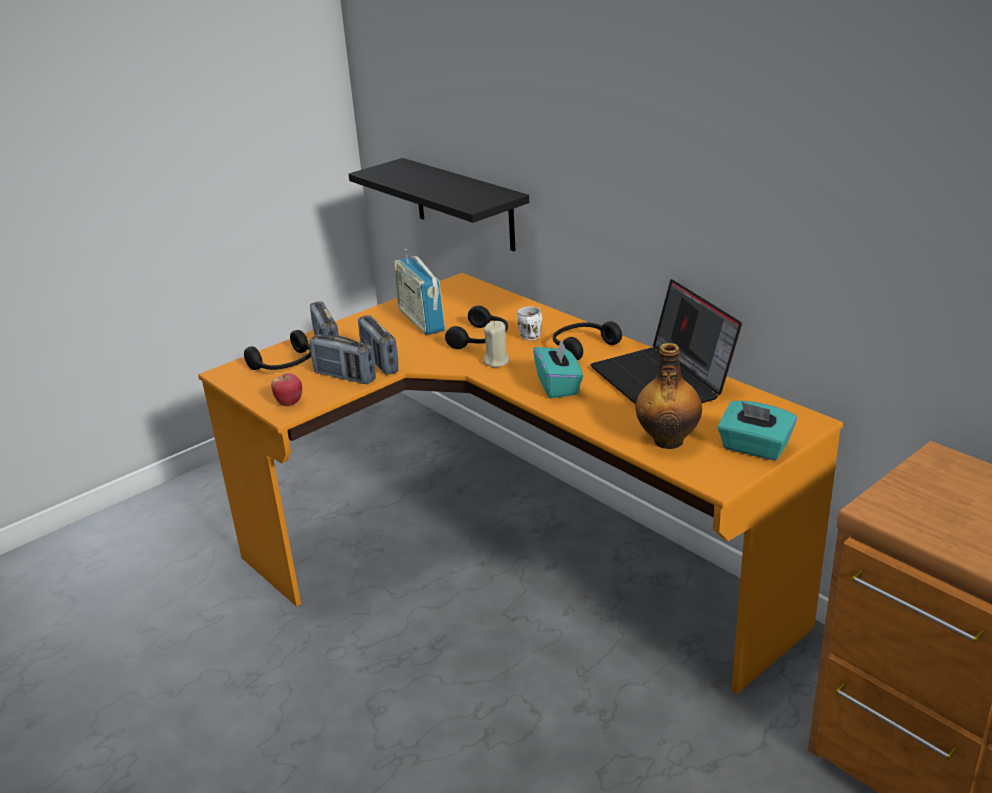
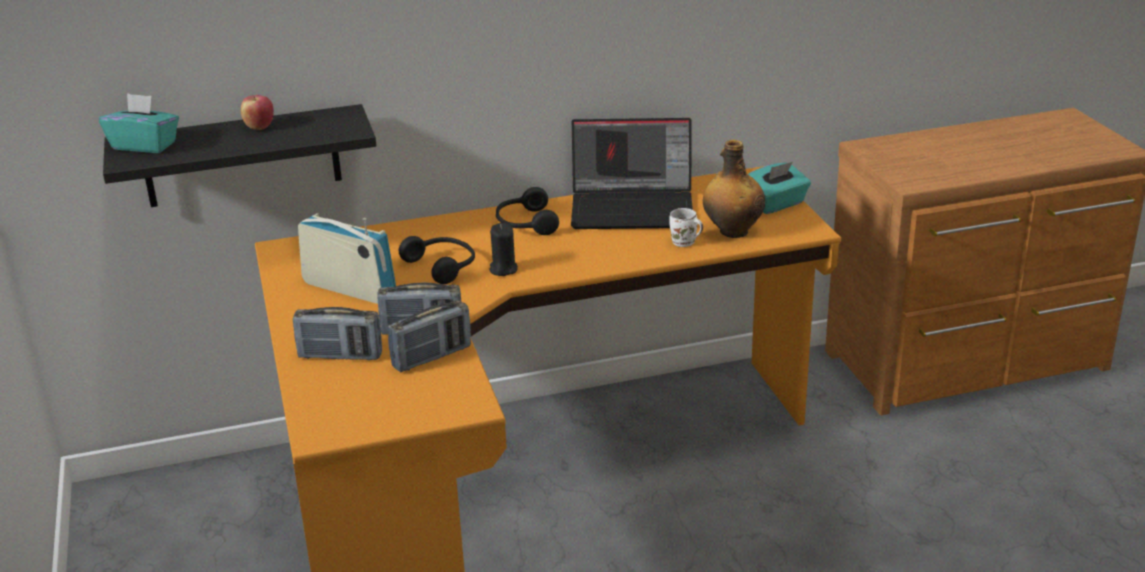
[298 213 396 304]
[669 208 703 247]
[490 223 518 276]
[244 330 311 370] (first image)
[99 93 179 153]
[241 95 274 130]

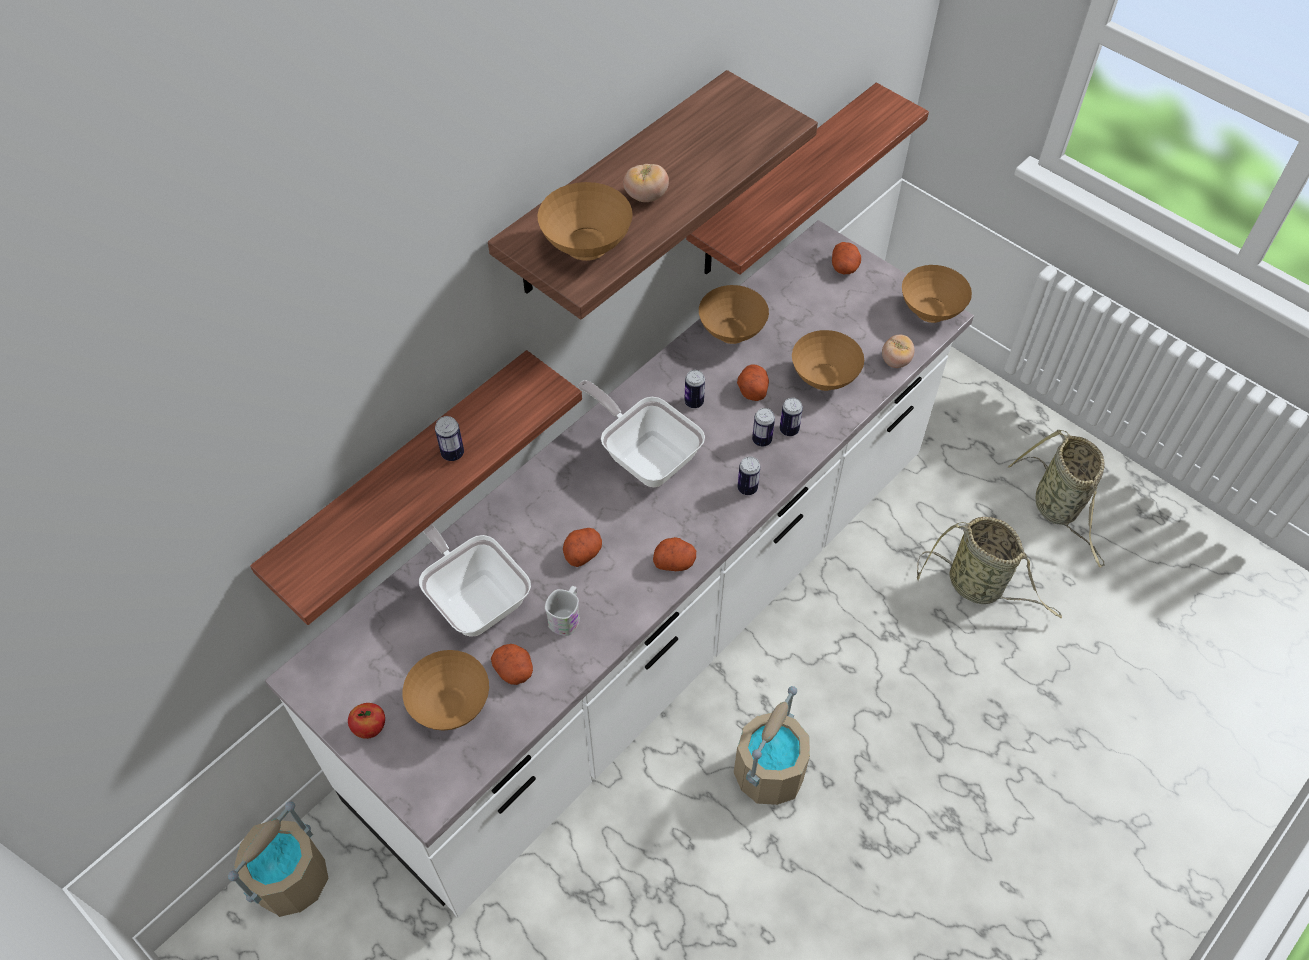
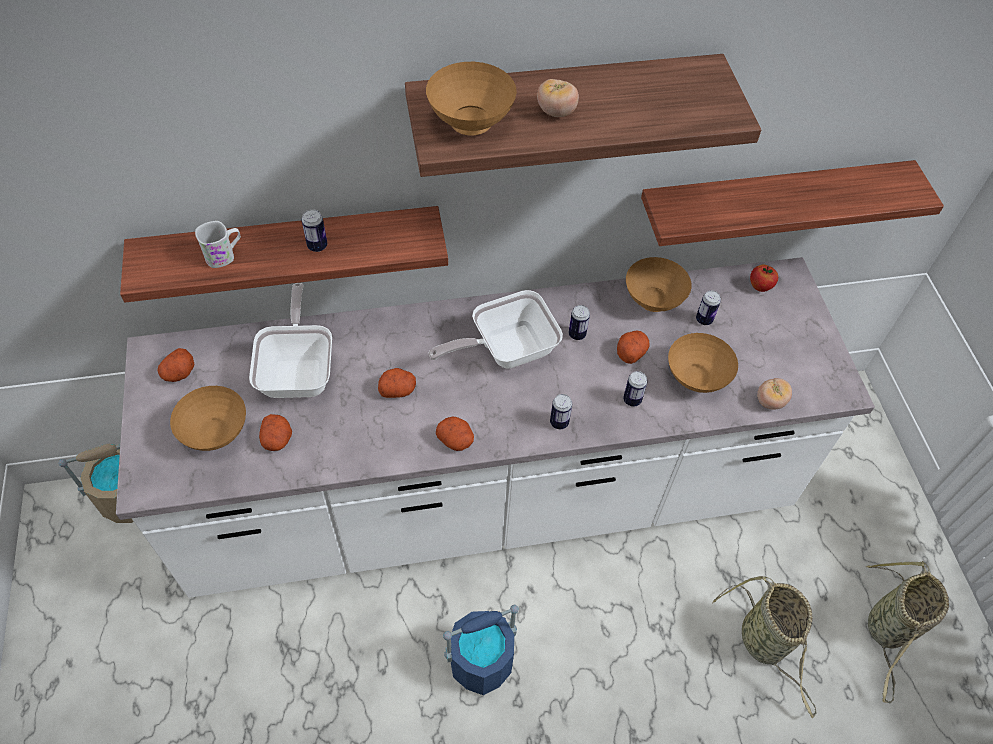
[157 348 194 382]
[902 265 972 323] (first image)
[429 290 563 369]
[696 290 721 325]
[195 221 241 268]
[443 605 519 695]
[750 265 778 292]

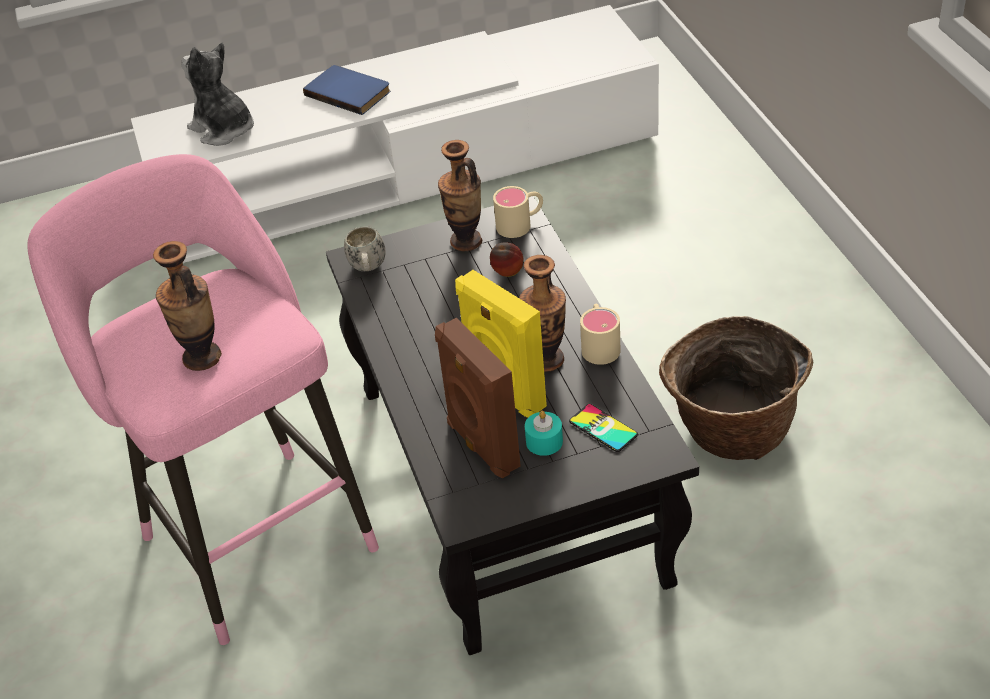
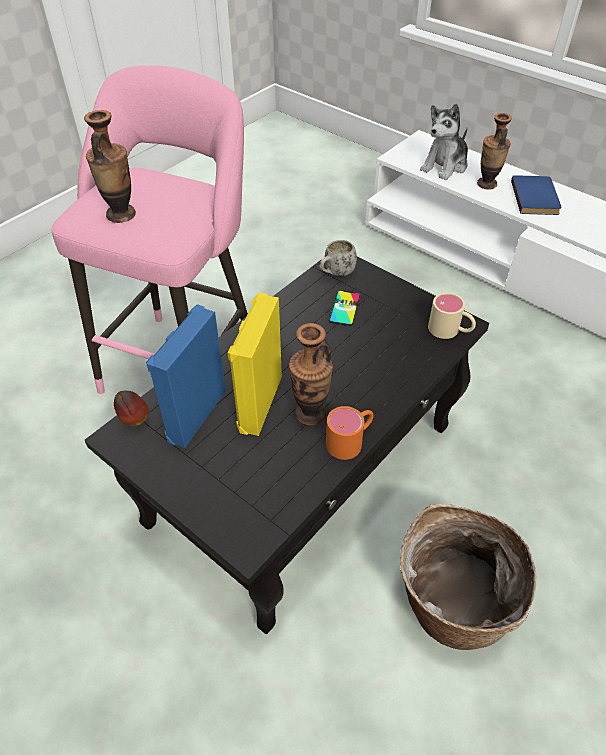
[420 104 468 180]
[477 113 512 190]
[114 391 149 426]
[326 406 374 460]
[146 304 226 448]
[329 290 361 326]
[525 411 563 456] (first image)

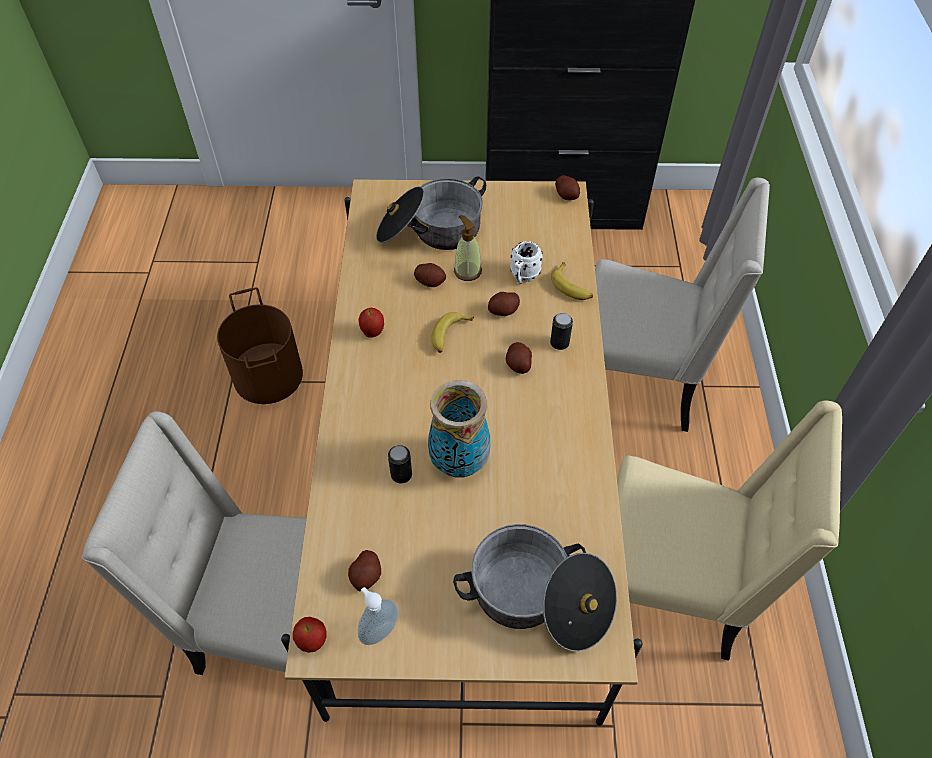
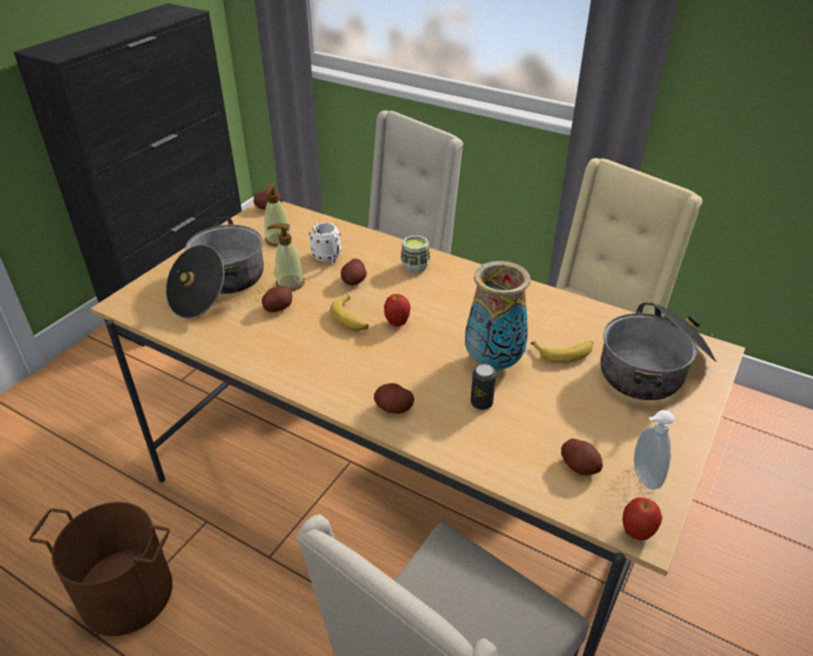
[531 341 593 363]
[384 294 411 327]
[401 235 430 274]
[374 383 414 414]
[265 184 292 247]

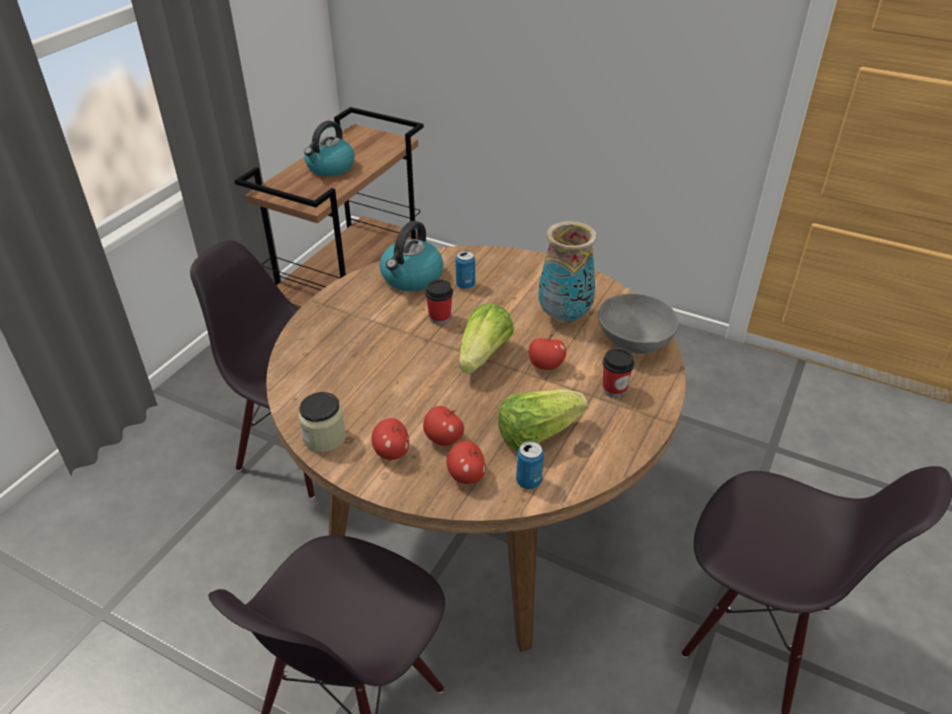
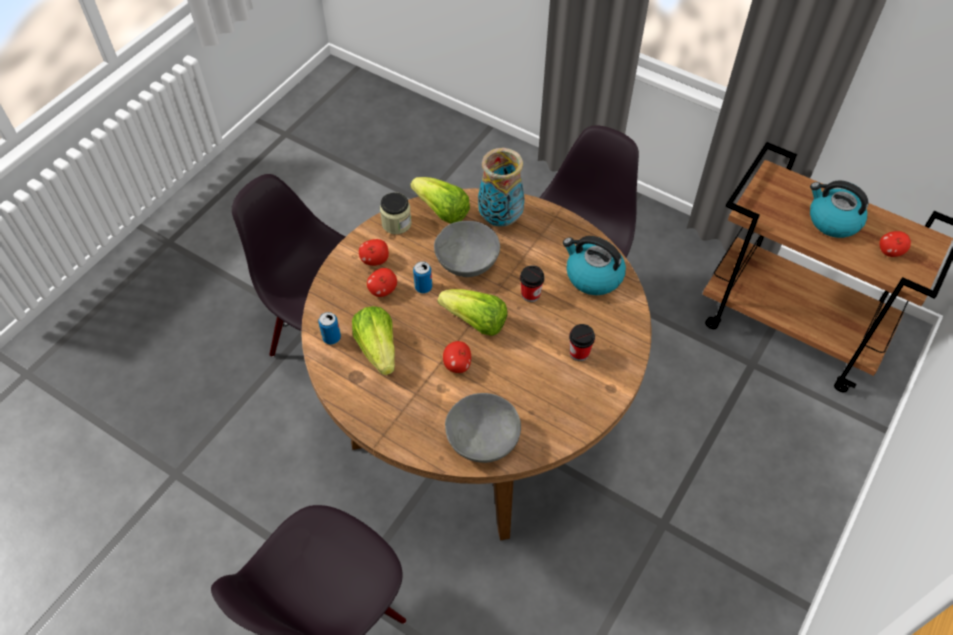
[478 148 525 226]
[413 261 432 293]
[569 324 595 361]
[879 231 911 257]
[410 177 470 224]
[434 221 500 277]

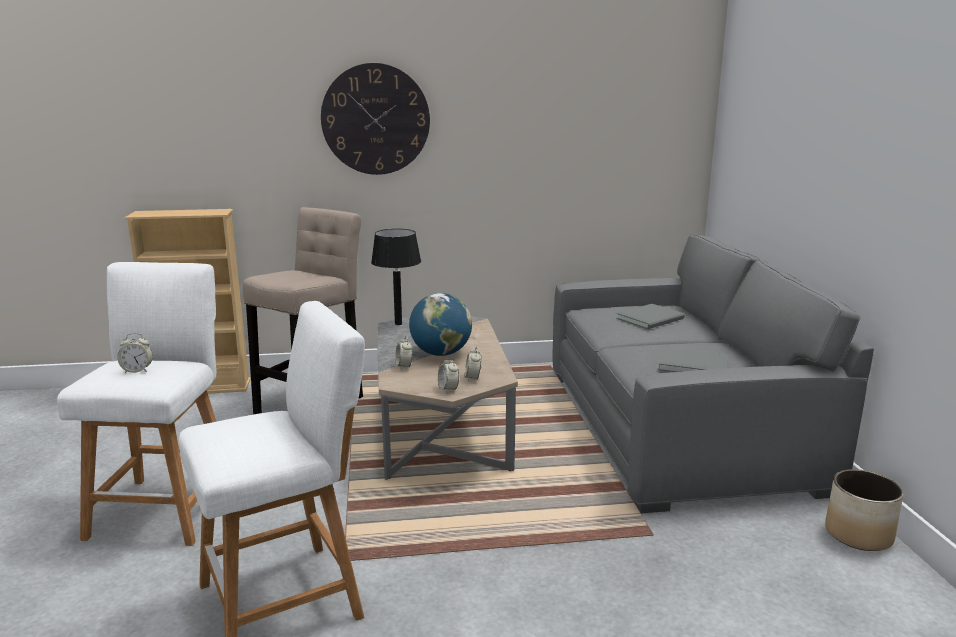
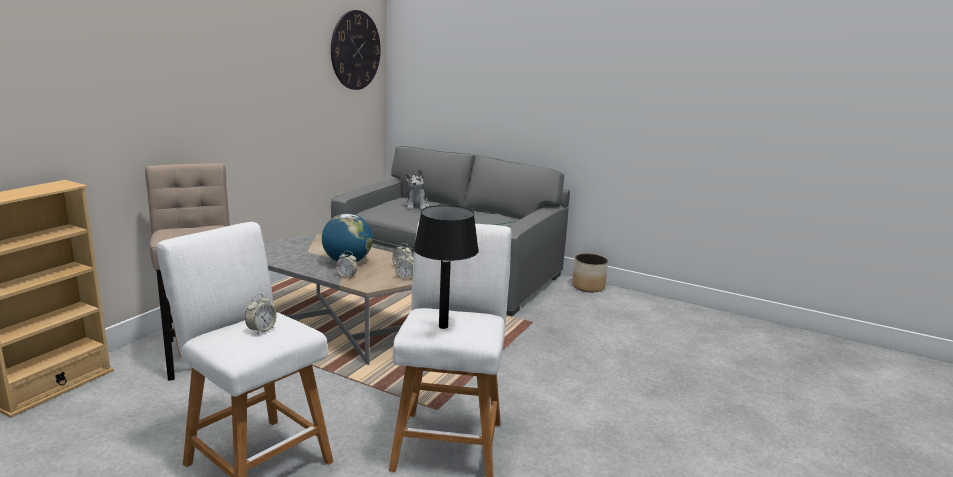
[331 10 381 90]
[414 205 479 329]
[405 169 429 210]

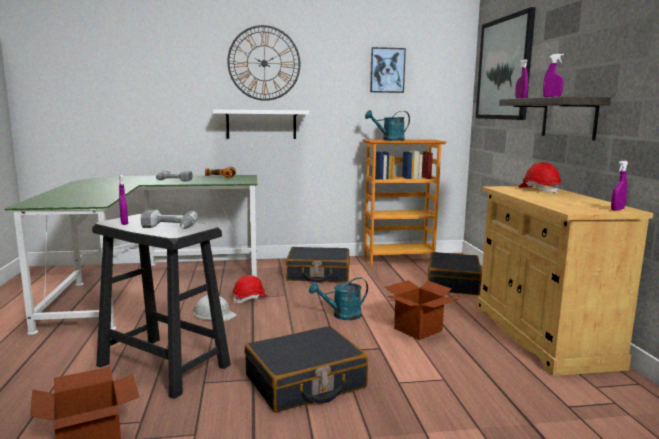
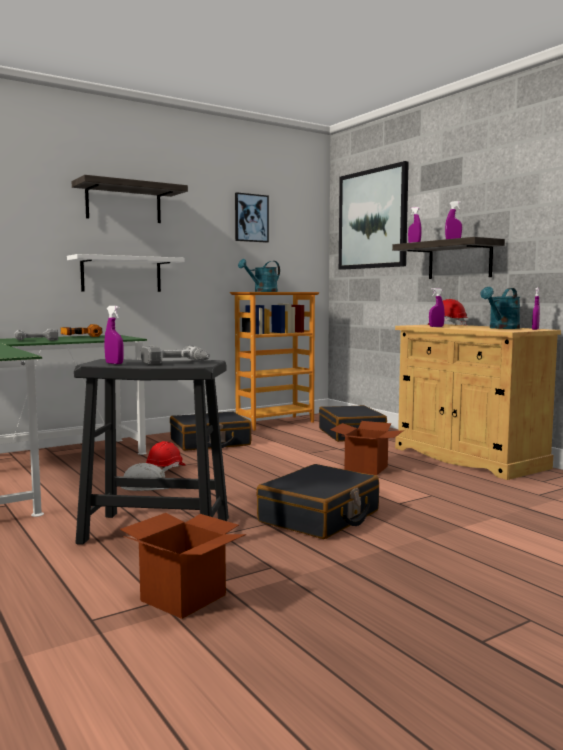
[72 175 188 223]
[480 287 520 329]
[429 288 445 327]

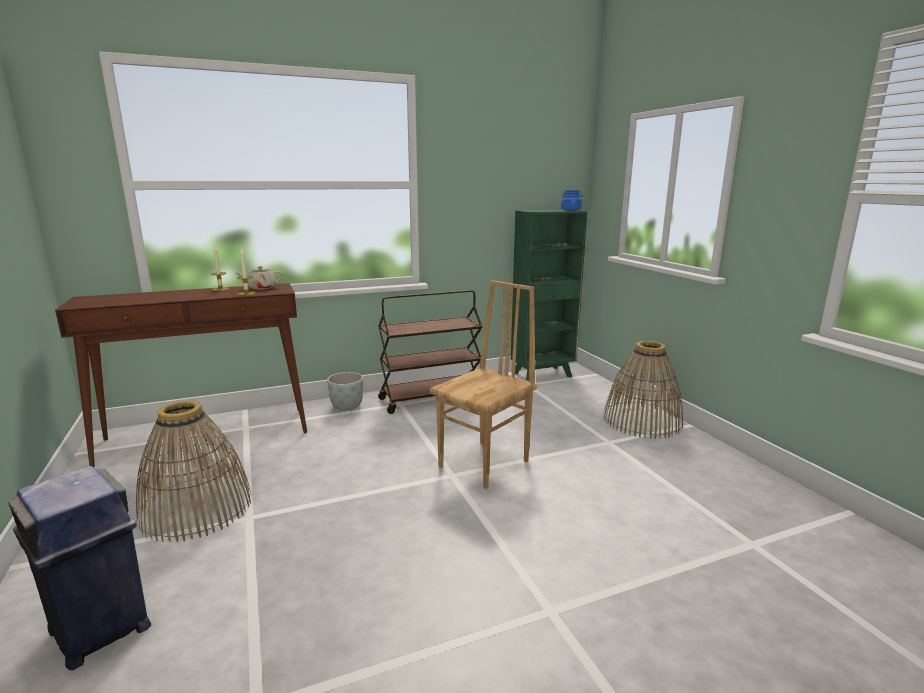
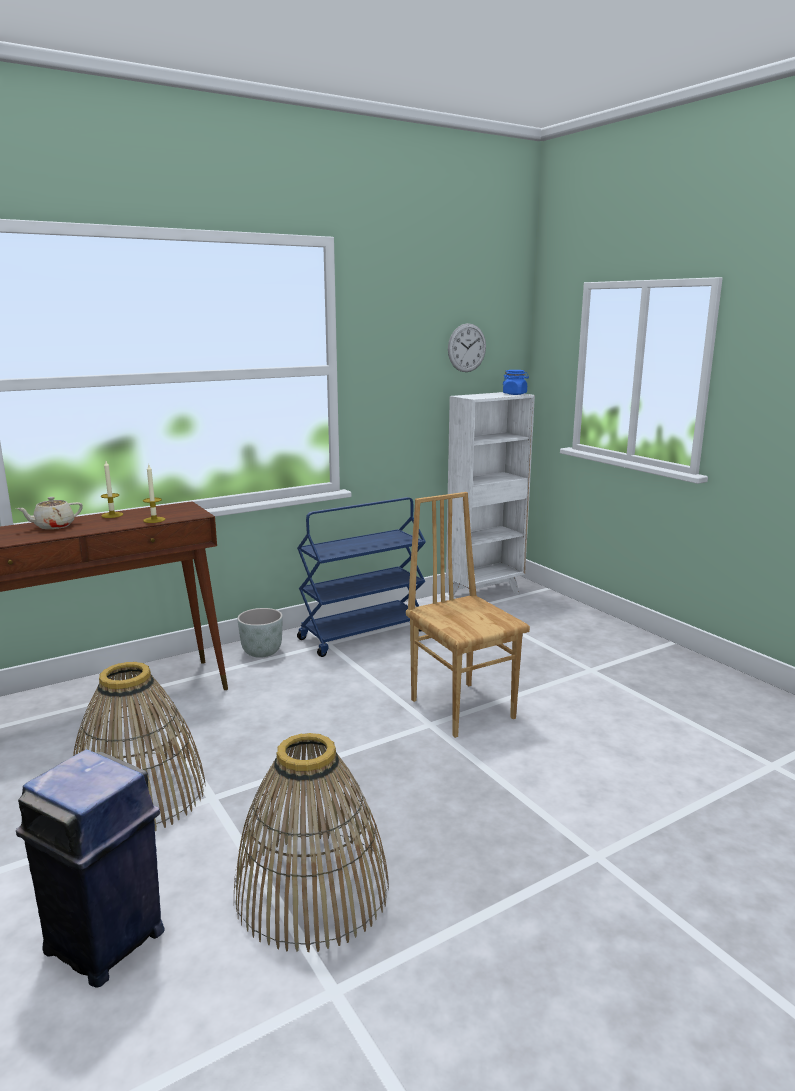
[446 392 535 596]
[16 497 83 529]
[406 492 530 738]
[297 497 426 657]
[234 733 389 952]
[448 323 486 372]

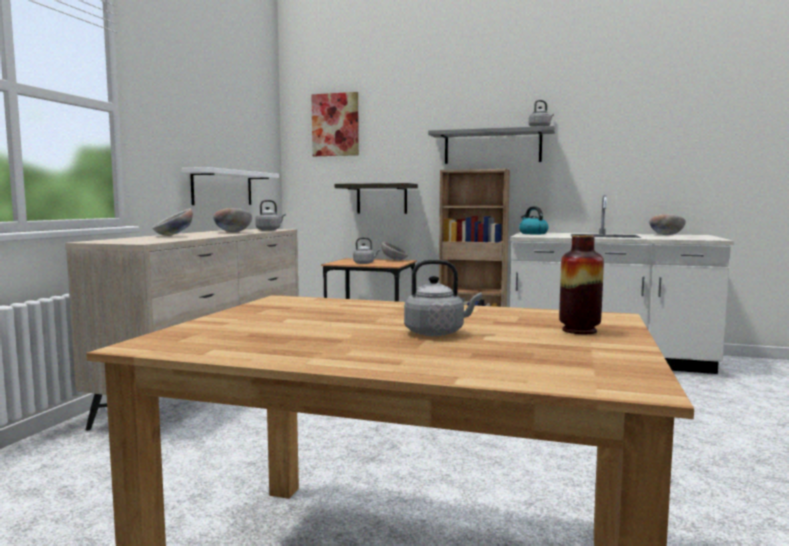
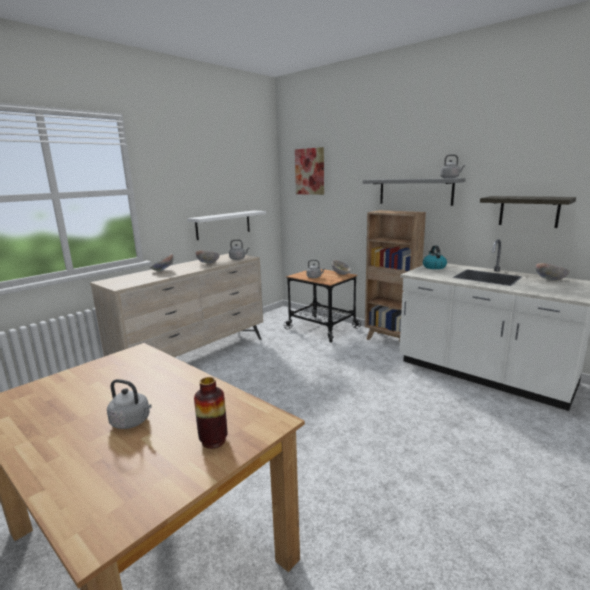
[480 196 576 228]

